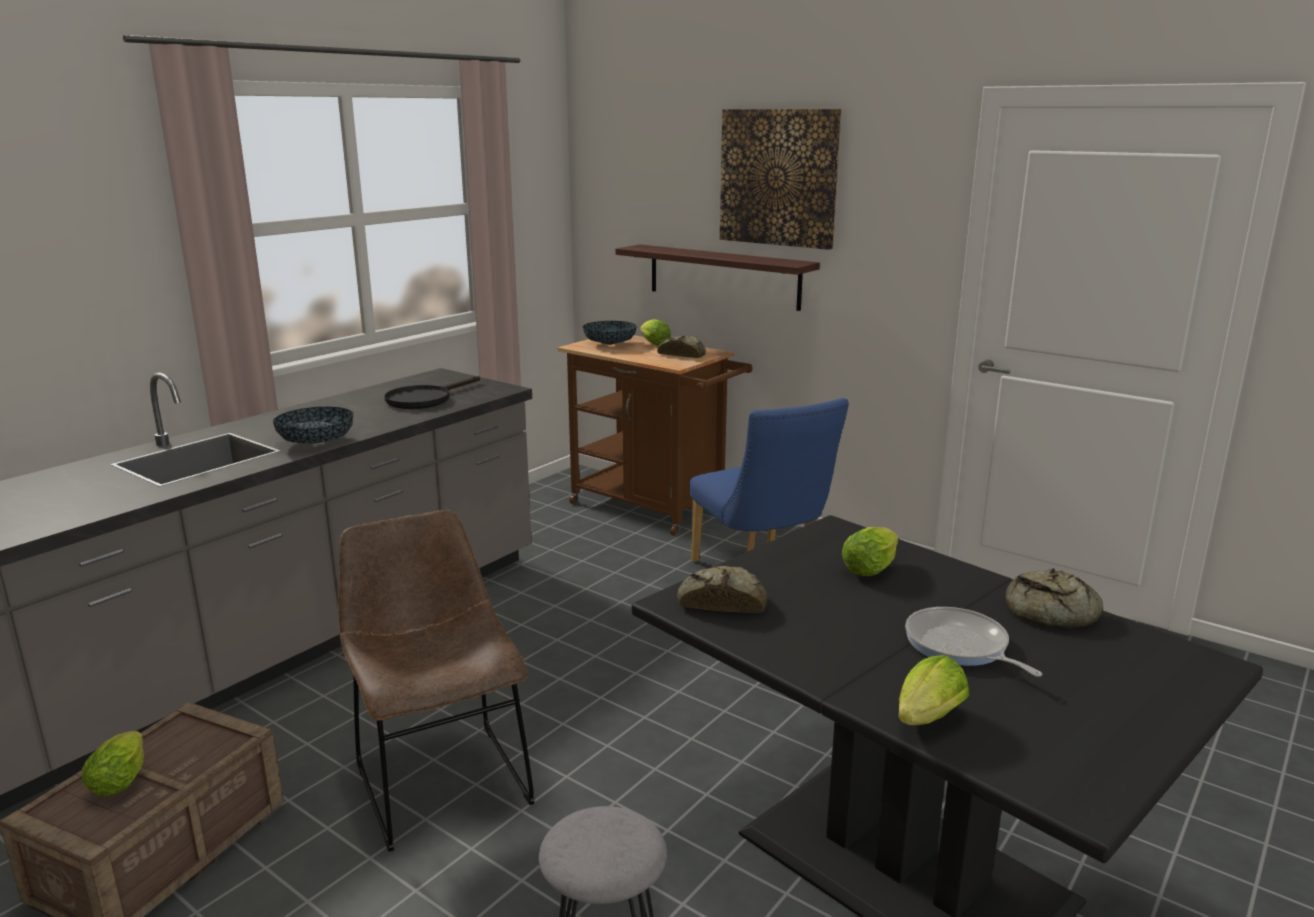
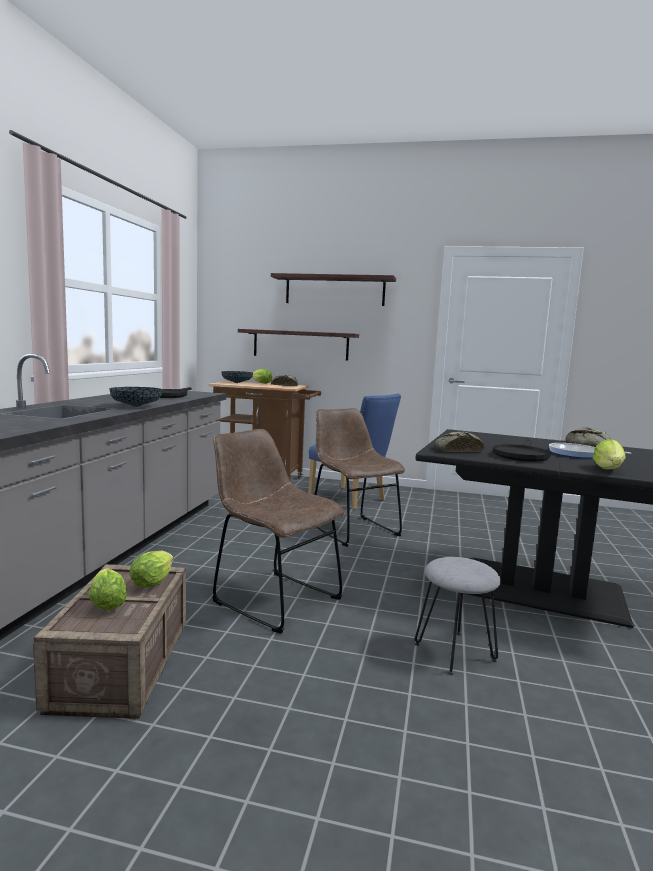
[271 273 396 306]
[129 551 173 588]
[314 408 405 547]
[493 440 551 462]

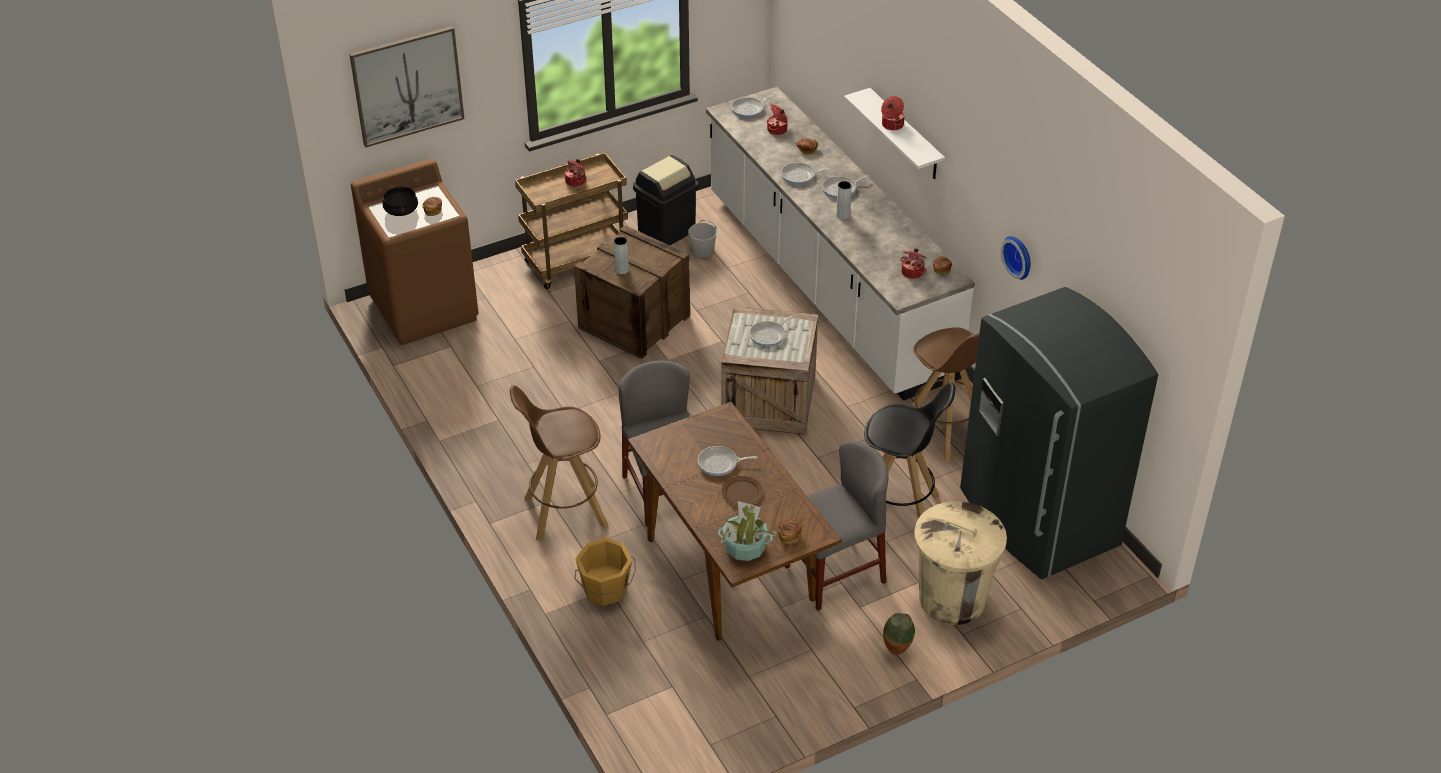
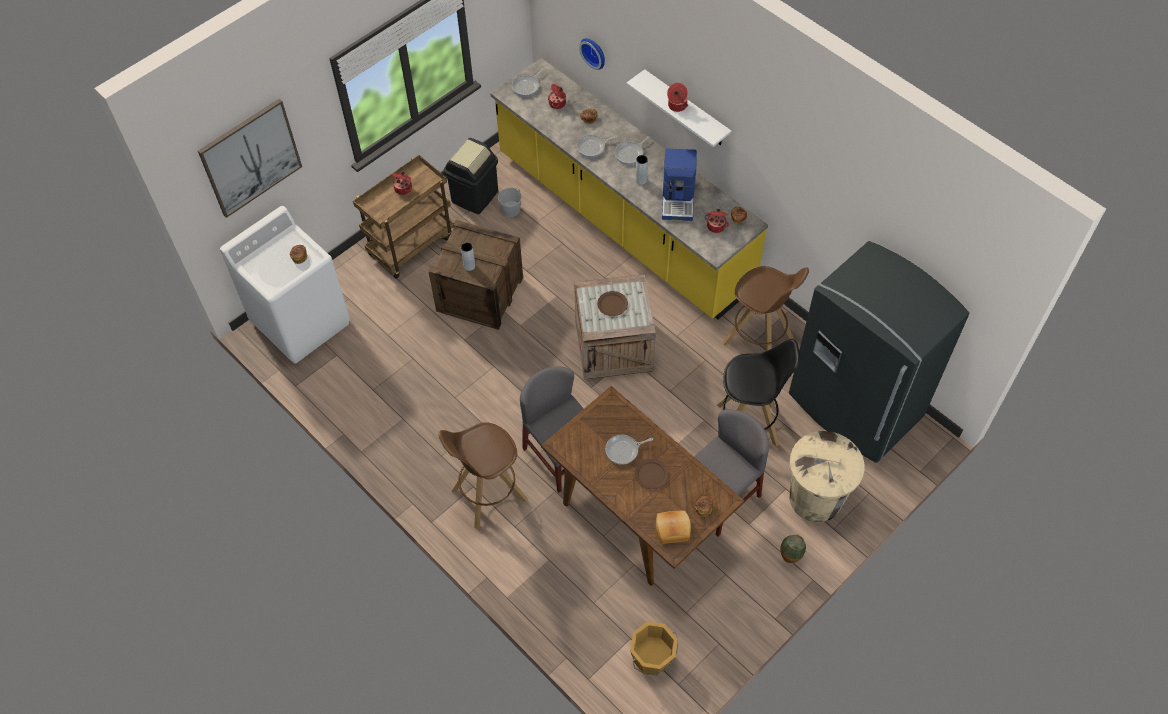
[490 58 768 319]
[220 206 350 364]
[382 187 418 216] (first image)
[579 38 605 70]
[597 291 628 316]
[656 510 691 544]
[630 622 678 676]
[662 148 697 221]

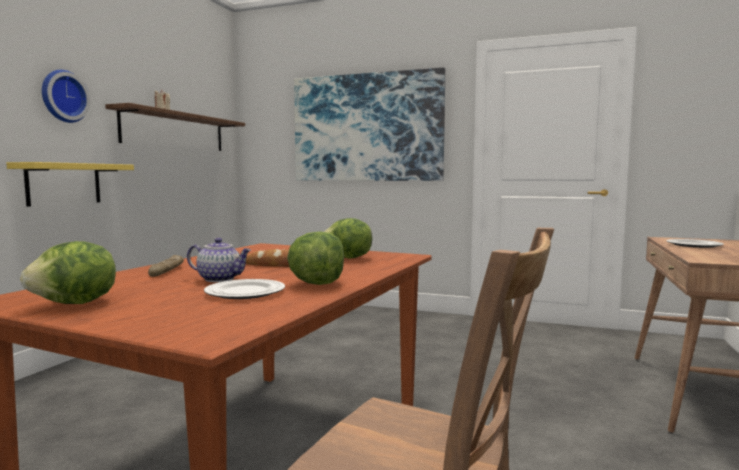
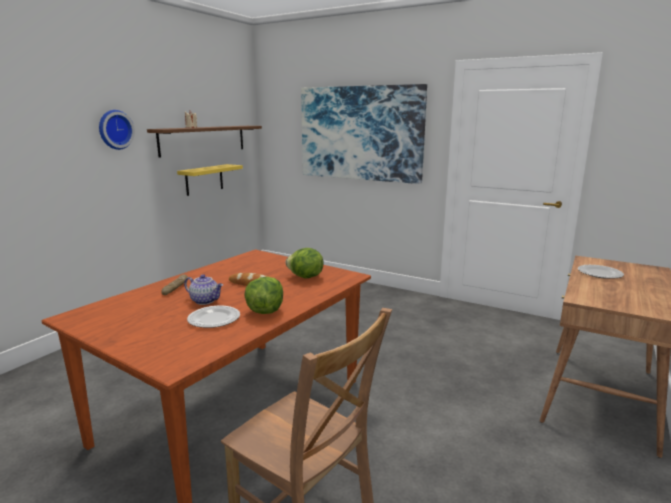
[177 164 243 196]
[20 241 116 304] (first image)

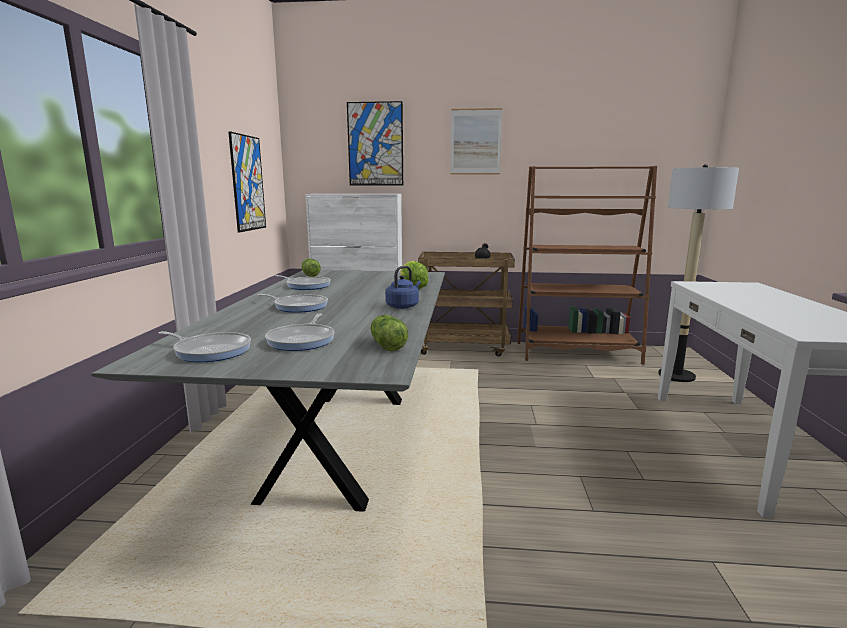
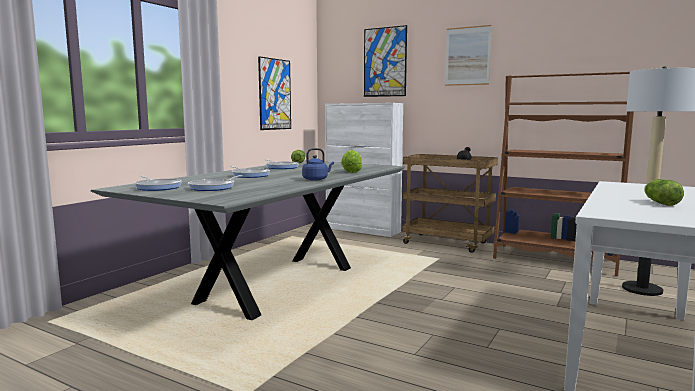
[644 179 684 206]

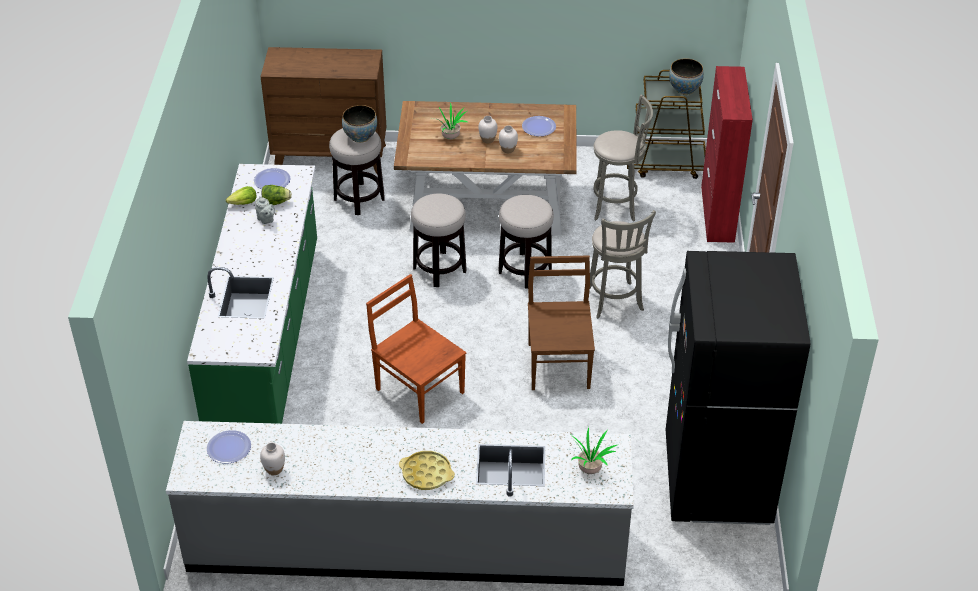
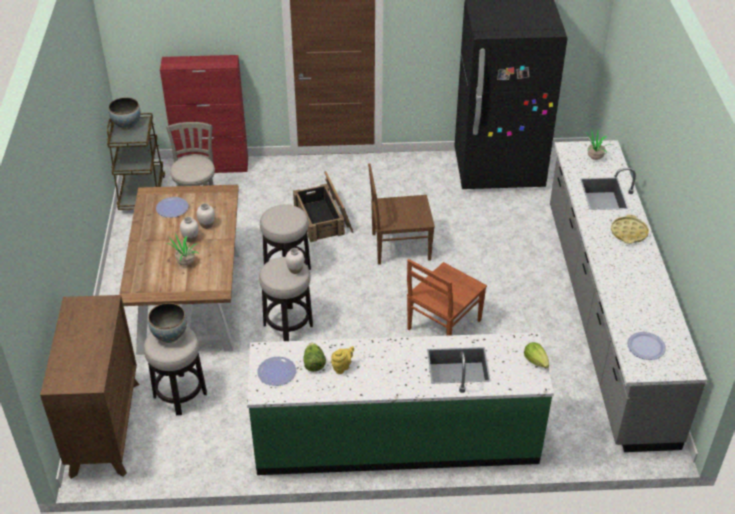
[524 342 549 368]
[331 346 354 374]
[293 171 353 242]
[286 248 304 274]

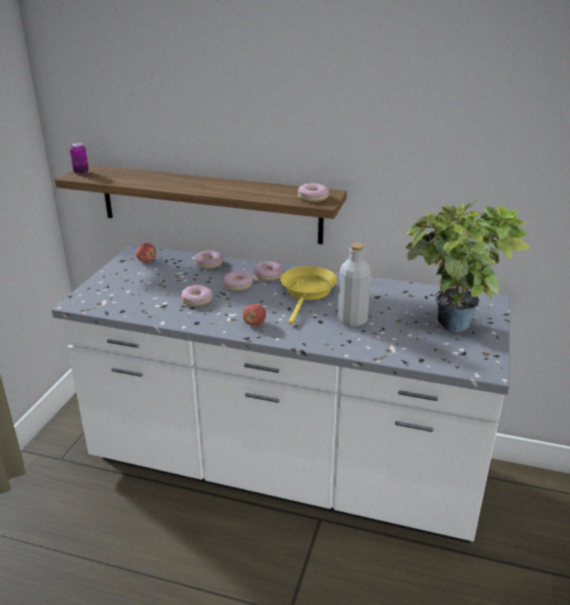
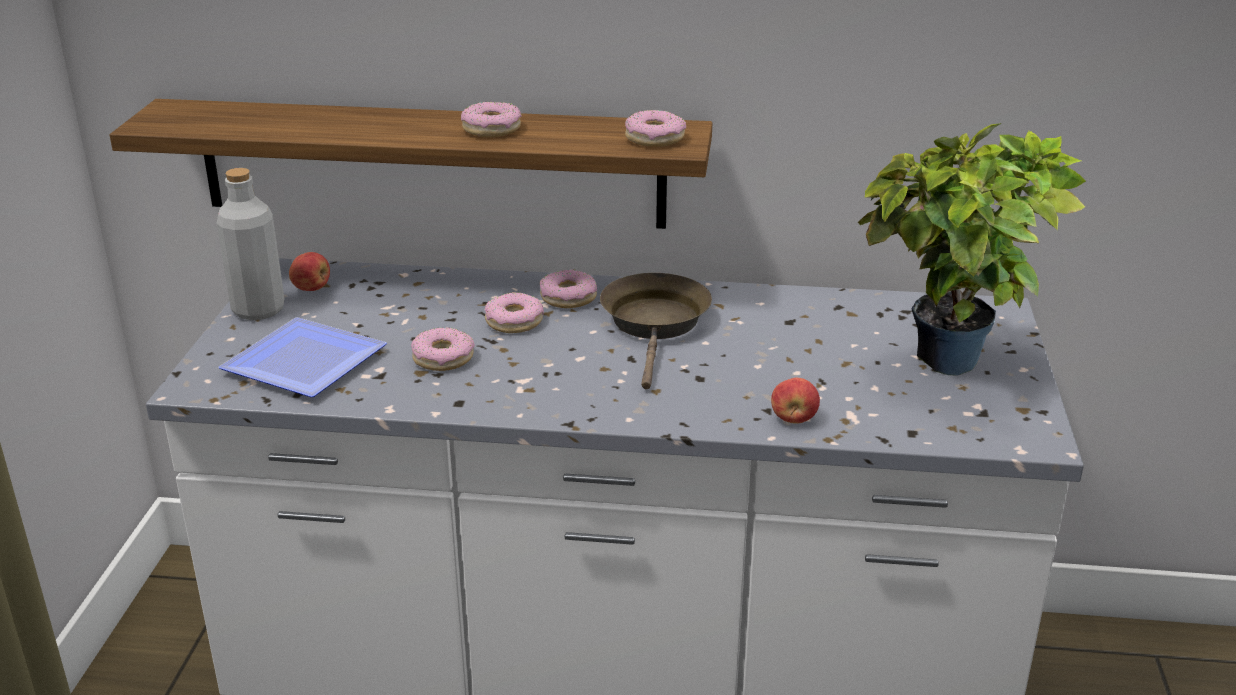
[70 143 89 174] (first image)
[217 168 285 320]
[461 102 522 137]
[600 273 712 389]
[771 378 820 424]
[219 317 387 397]

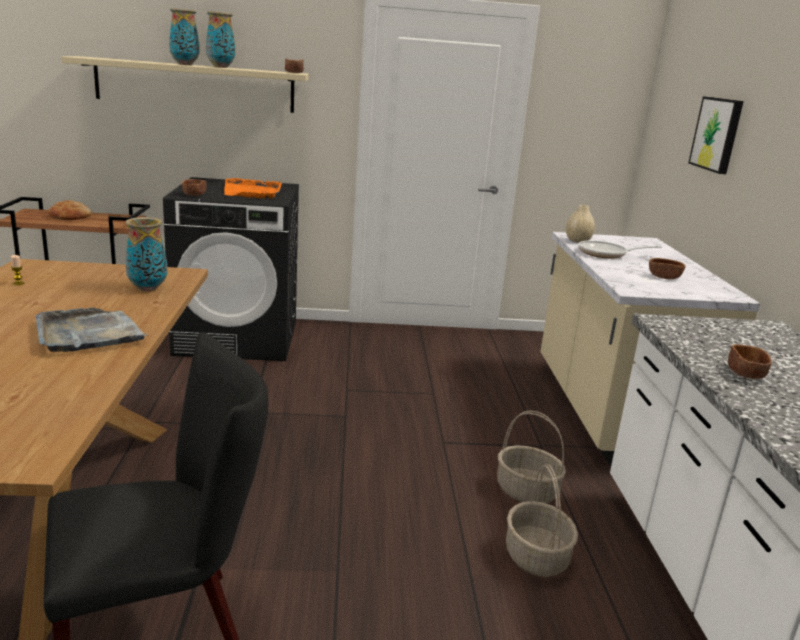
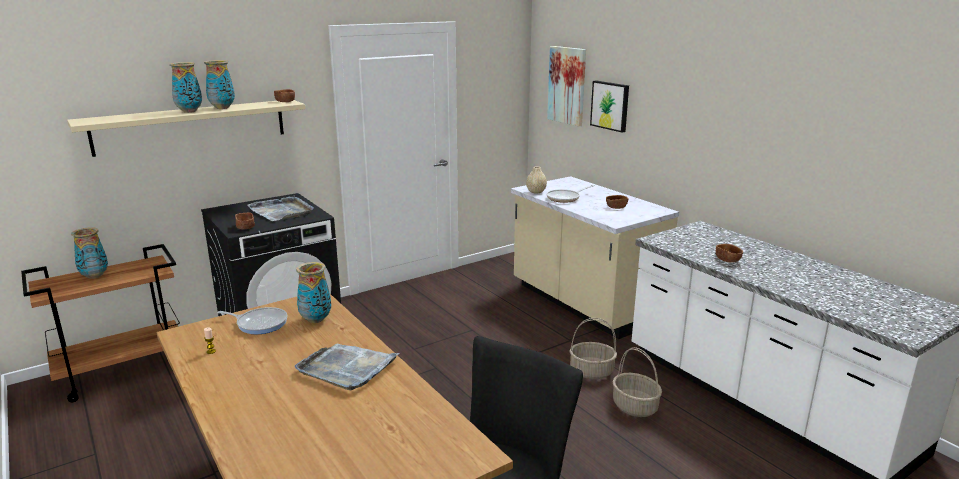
[247 195 314 221]
[71 227 108 279]
[547 46 586 126]
[217 307 287 334]

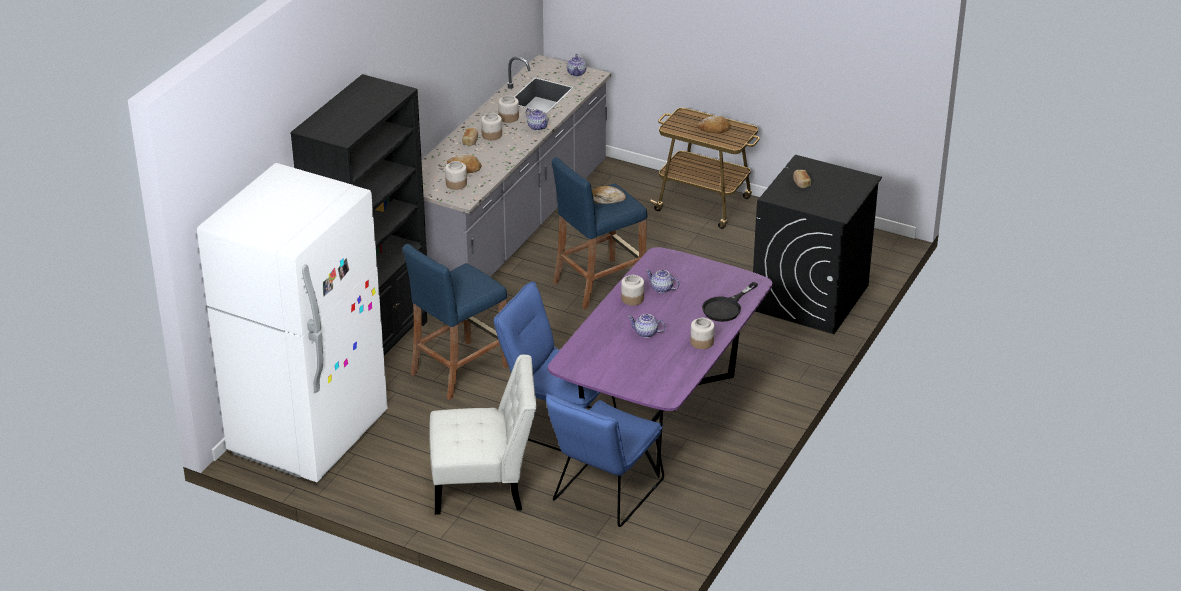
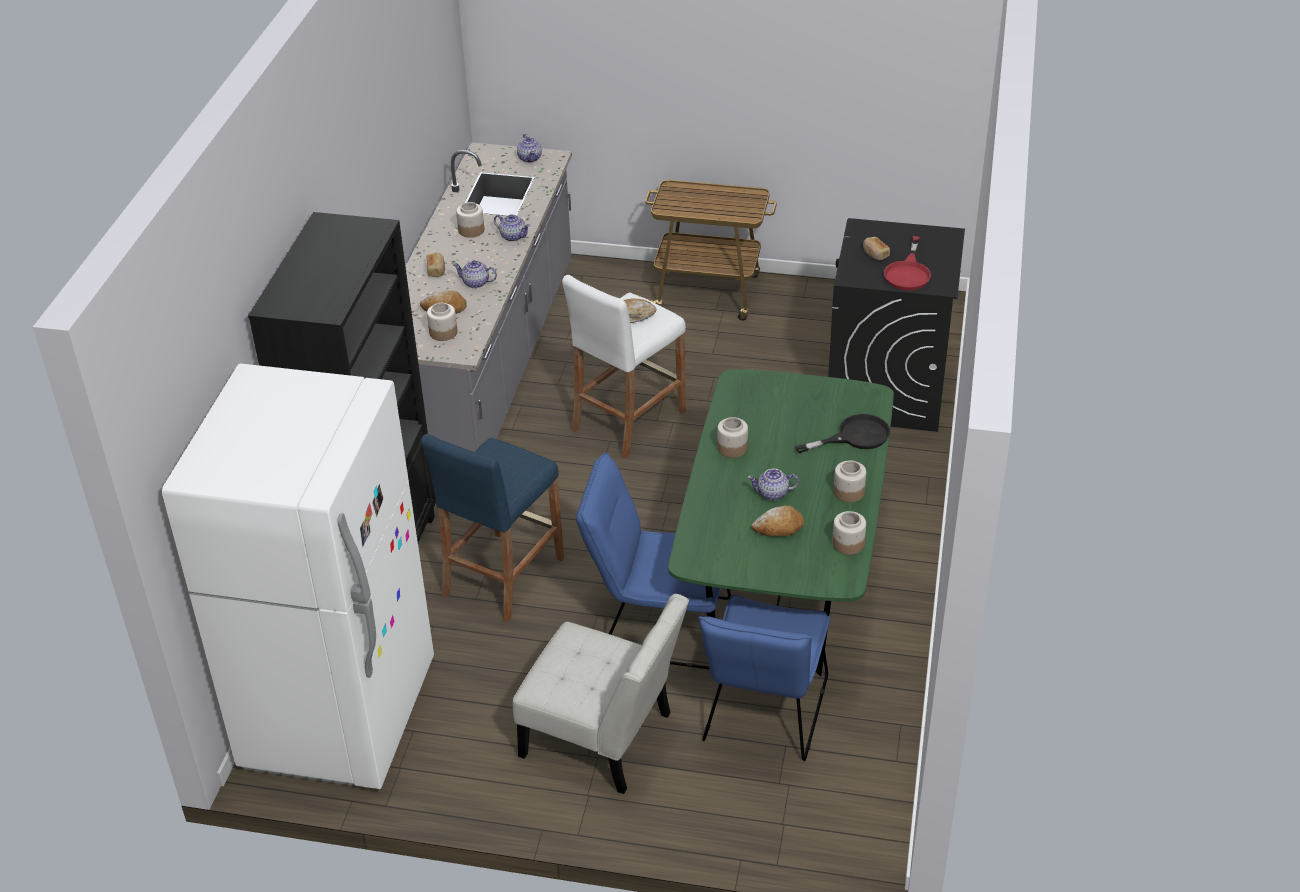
[833 511 866 555]
[751 506 804 537]
[562 275 686 459]
[668 369 894 676]
[453 260 497 288]
[795 414 890 453]
[513 594 689 794]
[884 236 931 290]

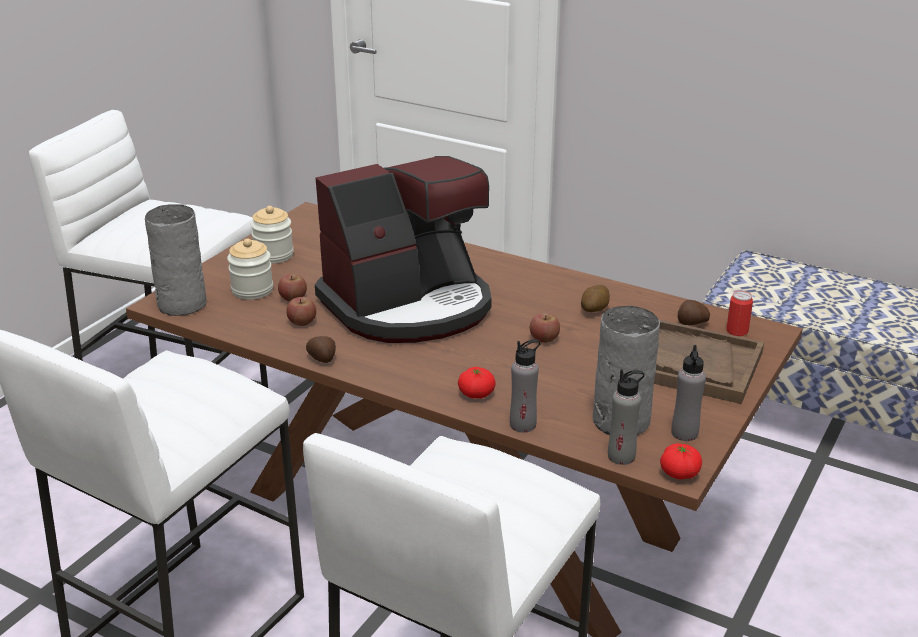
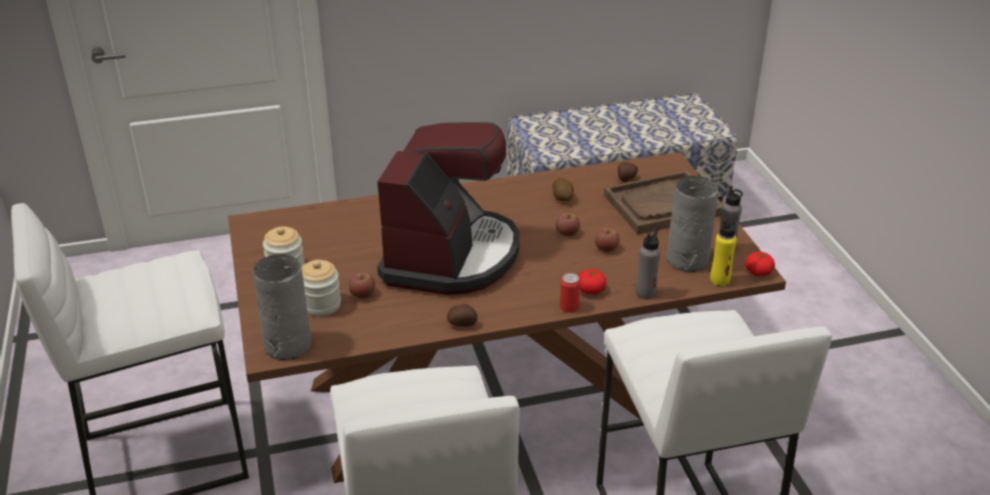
[560 273 580 313]
[595 227 620 252]
[710 216 738 286]

